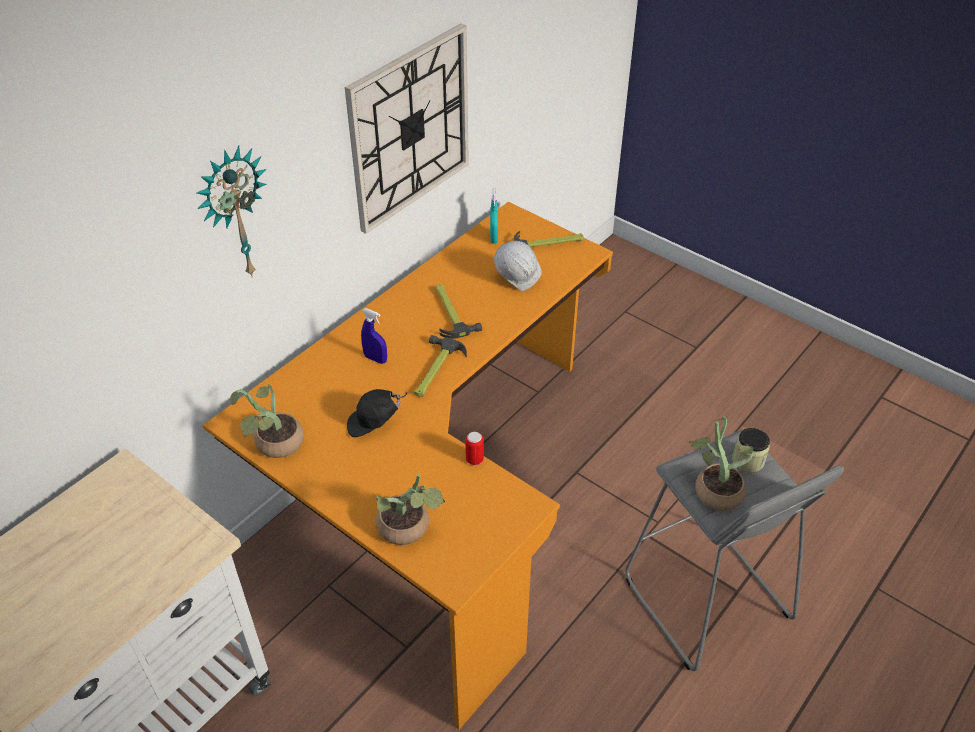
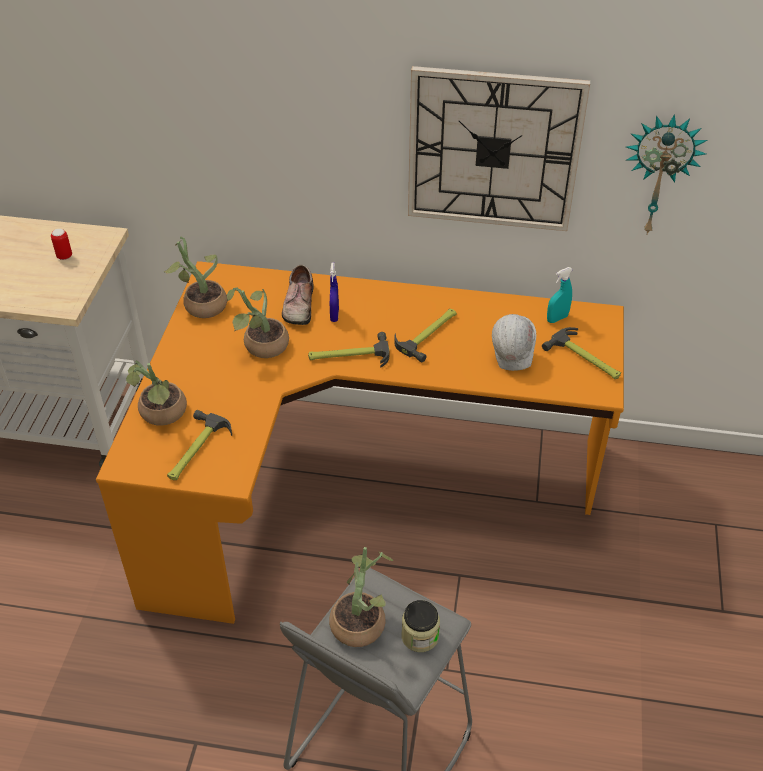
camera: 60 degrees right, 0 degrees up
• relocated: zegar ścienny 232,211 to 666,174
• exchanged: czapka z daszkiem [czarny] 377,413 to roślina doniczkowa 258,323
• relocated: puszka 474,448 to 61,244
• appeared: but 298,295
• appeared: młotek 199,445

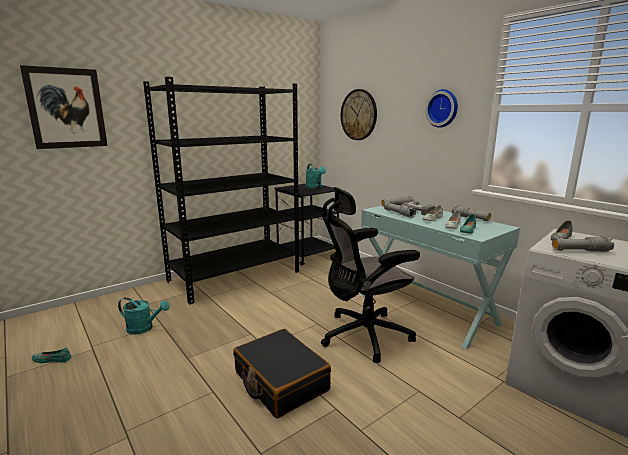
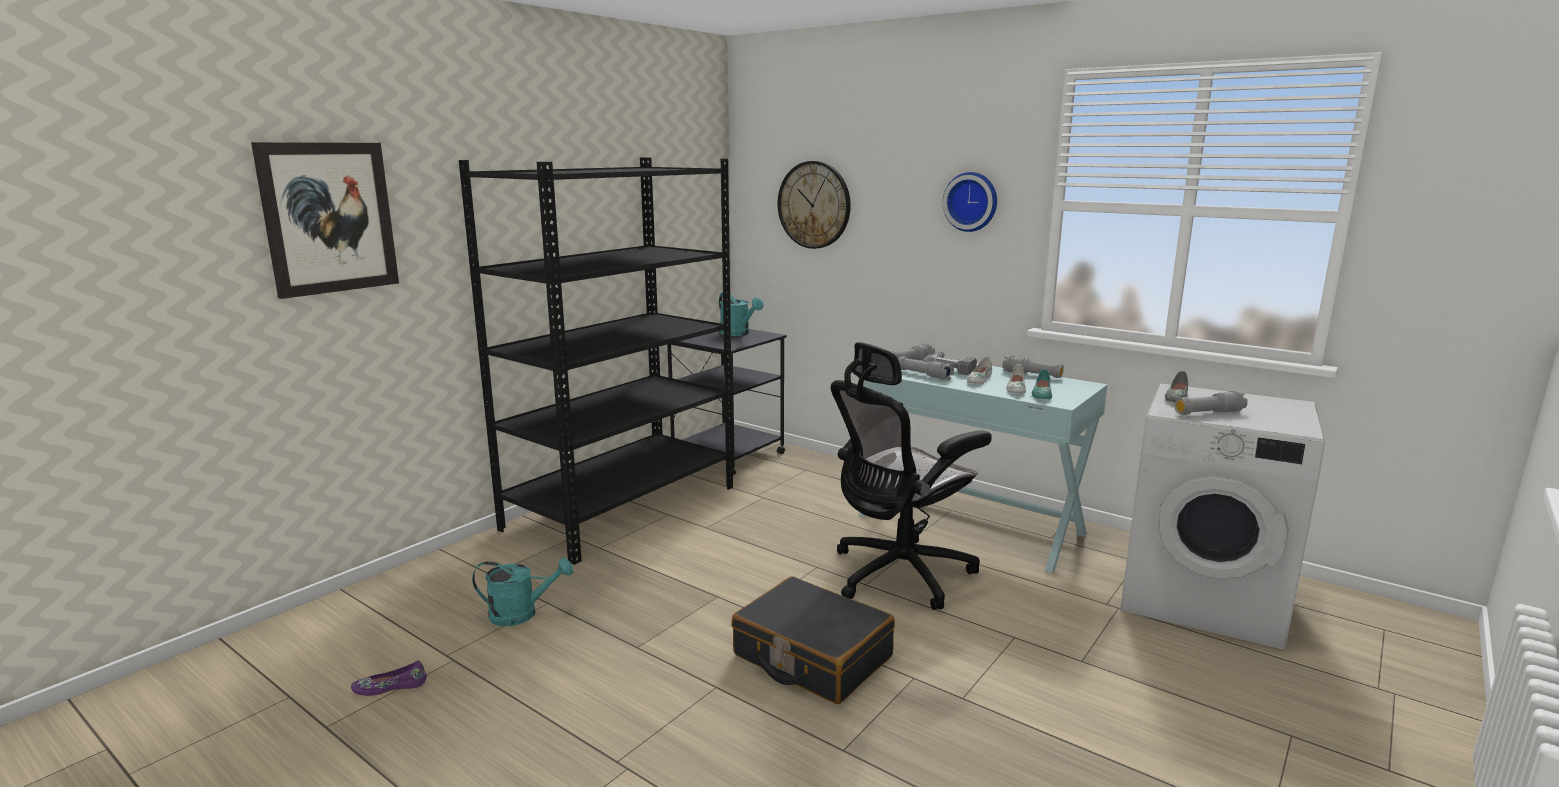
camera: 15 degrees left, 0 degrees up
• colour: but [turkusowy] 51,355 to but [fioletowy] 389,678

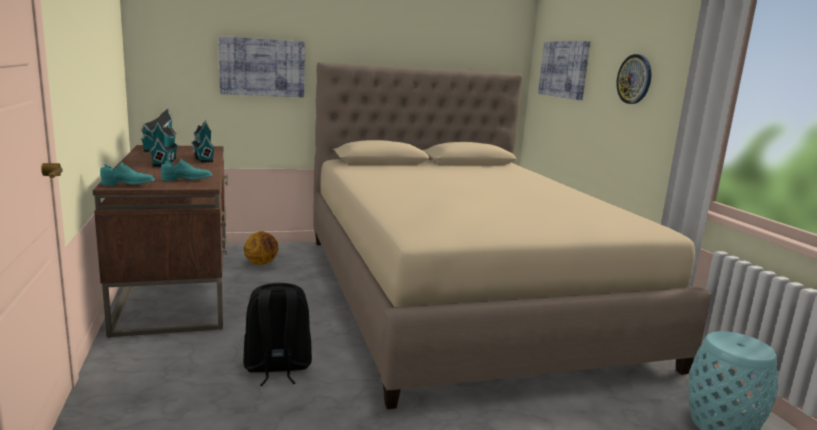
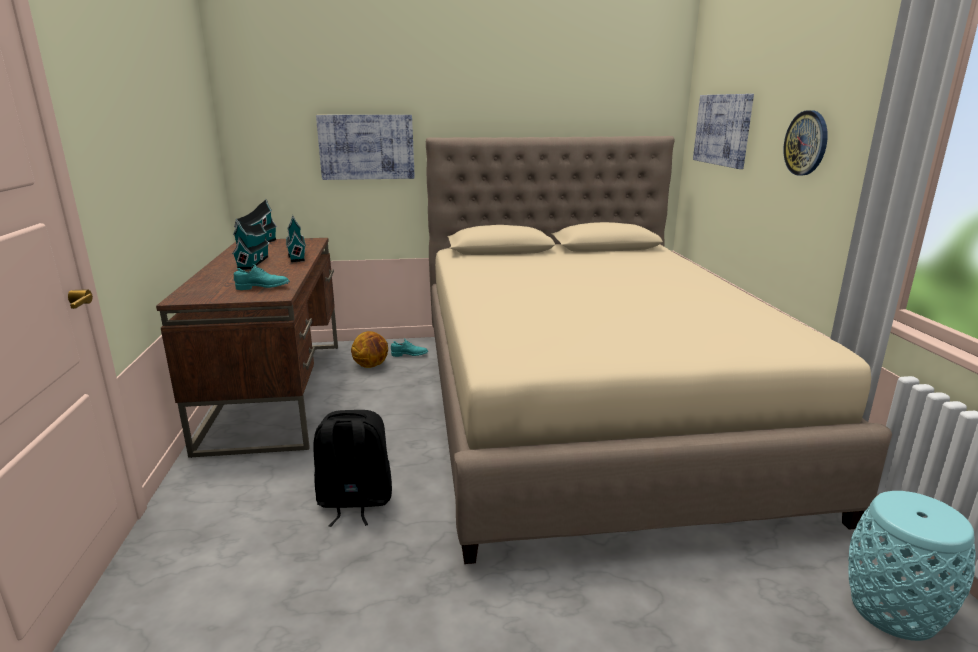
camera: 10 degrees right, 5 degrees up
• relocated: but [turkusowy] 127,173 to 409,348

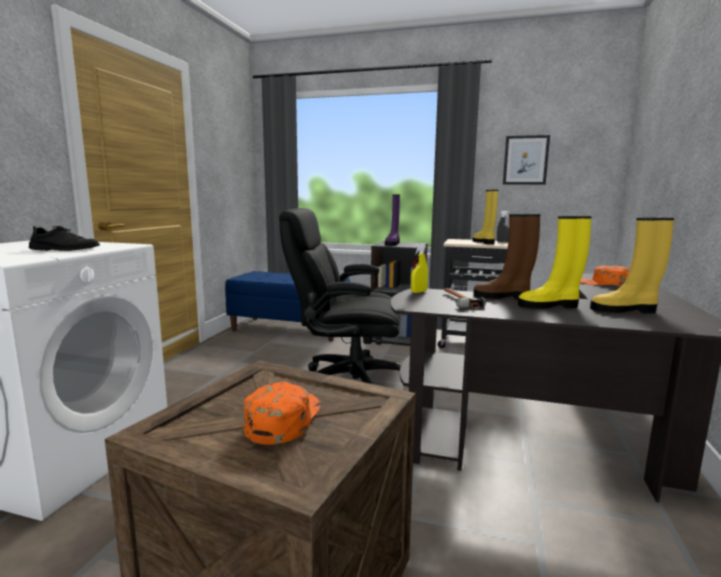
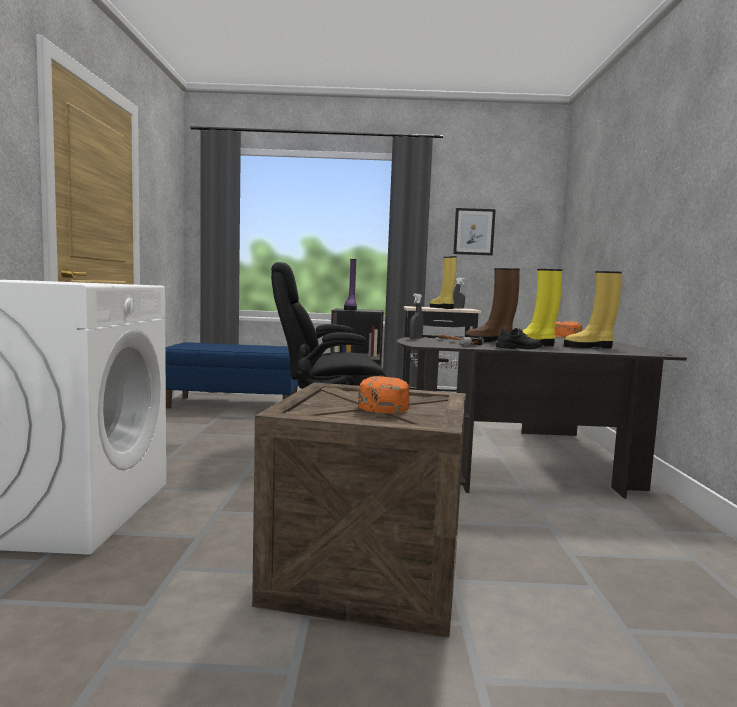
camera: 15 degrees left, 5 degrees down
• relocated: but [czarny] 64,238 to 519,338
• colour: spryskiwacz [żółty] 419,268 to spryskiwacz [szary] 416,316

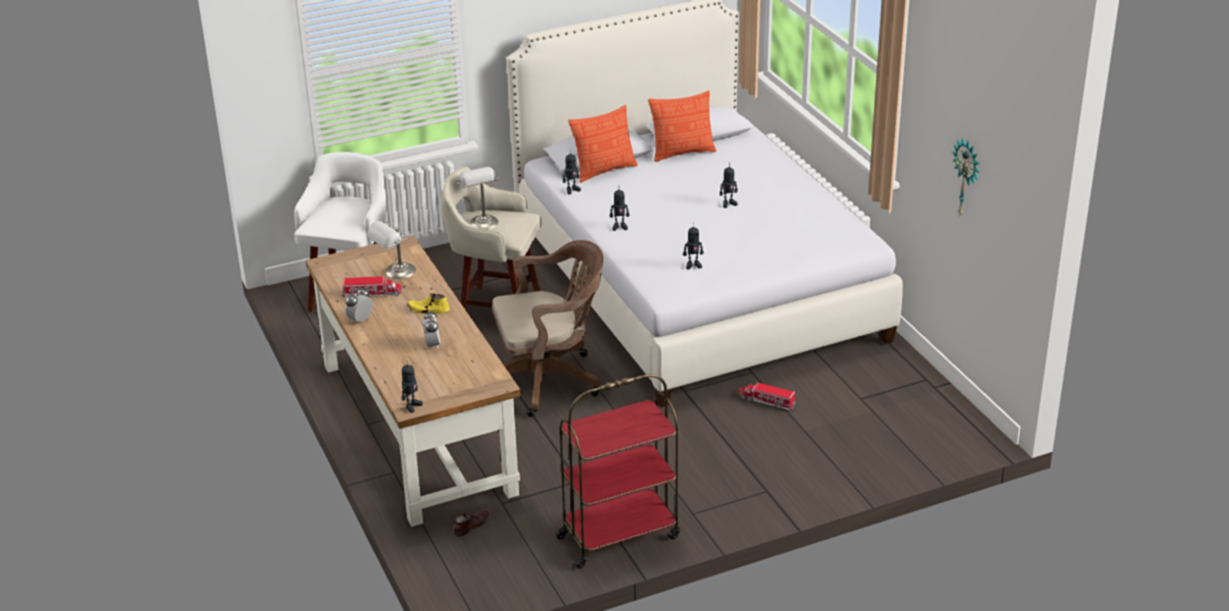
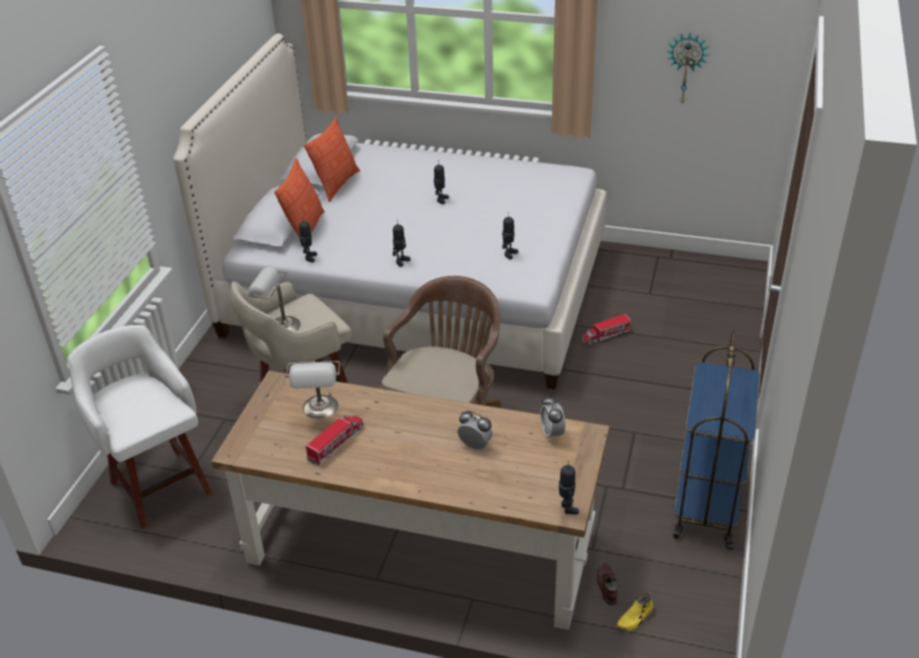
camera: 50 degrees left, 5 degrees up
• relocated: budzik 359,305 to 552,418
• relocated: but [żółty] 428,303 to 634,612
• colour: wózek [czerwony] 618,471 to wózek [niebieski] 716,440

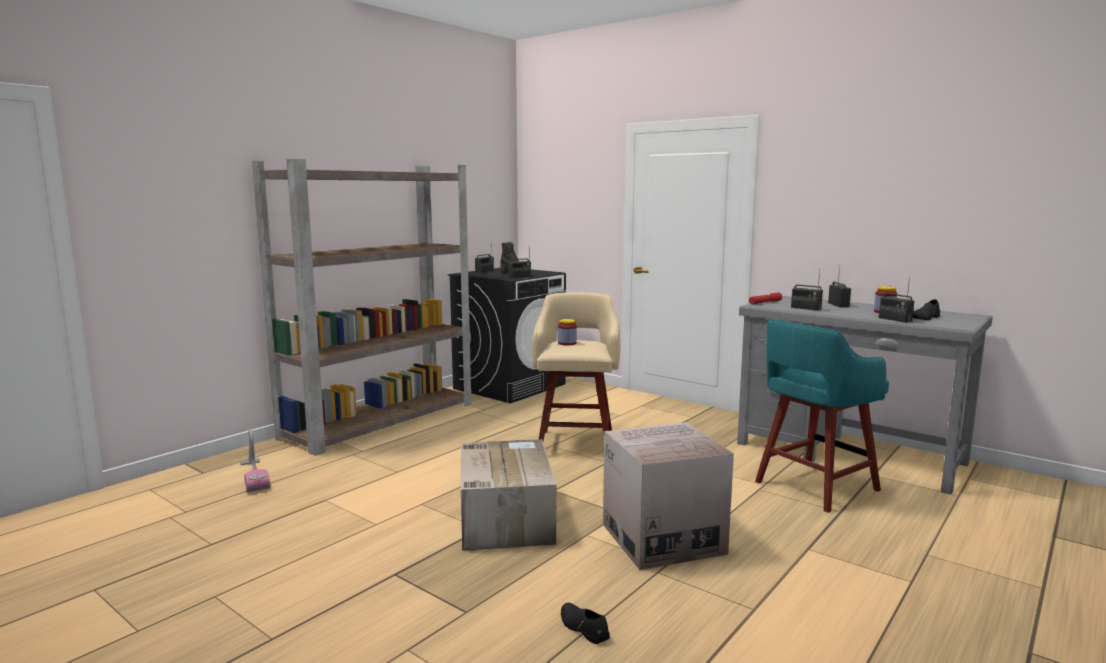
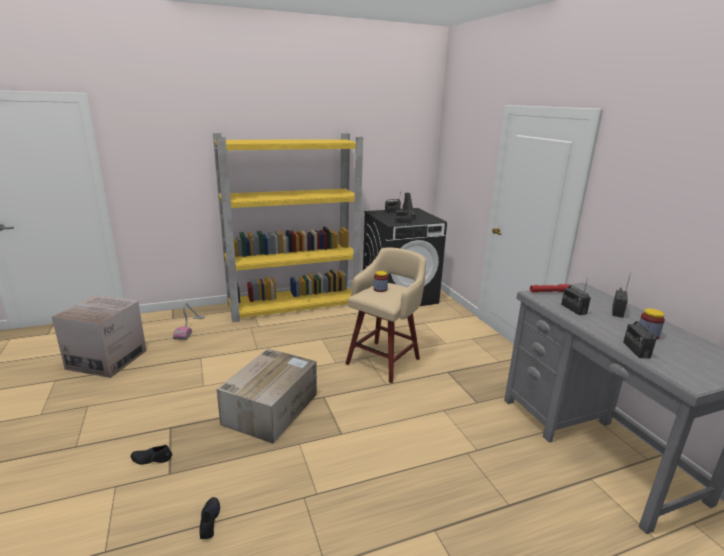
camera: 30 degrees right, 10 degrees up
• colour: regał [brązowy] 361,307 to regał [żółty] 288,227
• relocated: but [czarny] 926,309 to 151,455
• missing: stołek [turkusowy] 822,416
• relocated: karton 668,496 to 99,336

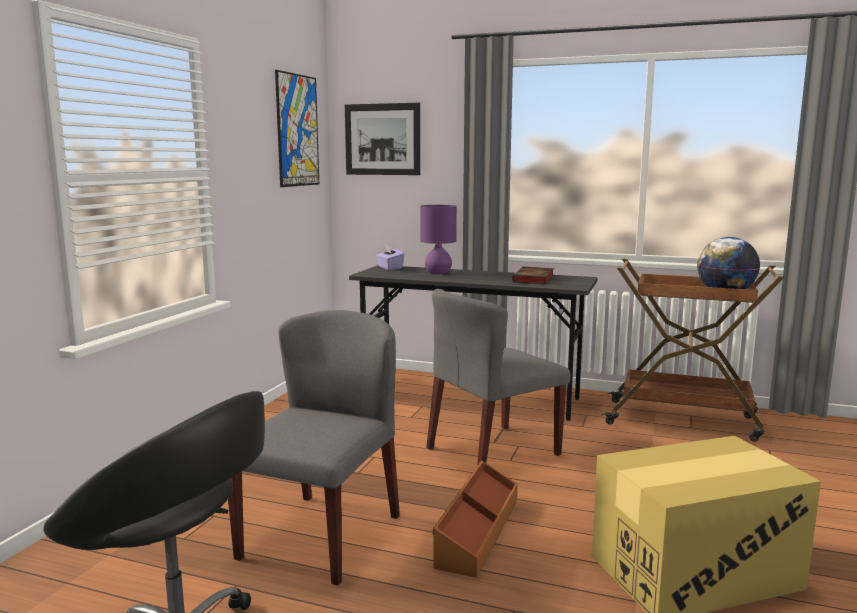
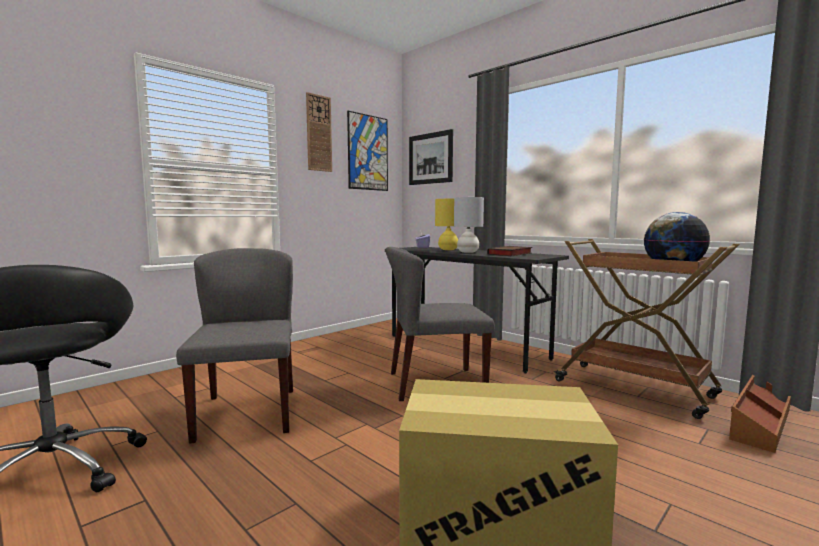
camera: 25 degrees right, 5 degrees down
• colour: lampa stołowa [fioletowy] 438,239 to lampa stołowa [żółty] 446,224
• spun: krzesło [szary] 314,448 = 234,346 60 degrees counterclockwise
• relocated: pojemnik do przechowywania [brązowy] 475,519 to 760,414
• appeared: zegar ścienny 319,132
• appeared: lampa stołowa [szary] 469,225

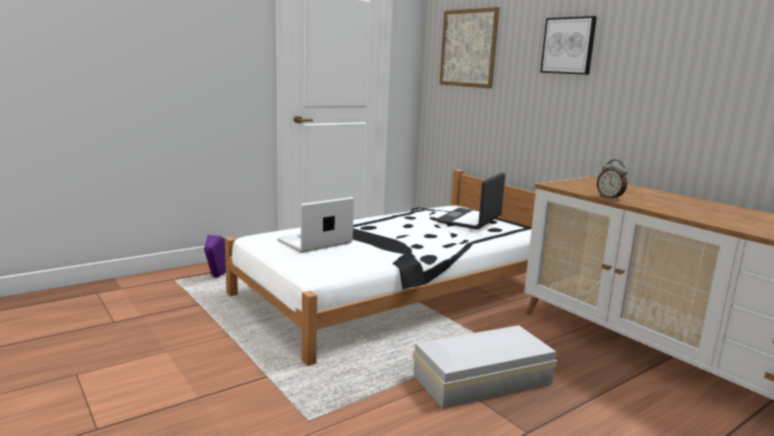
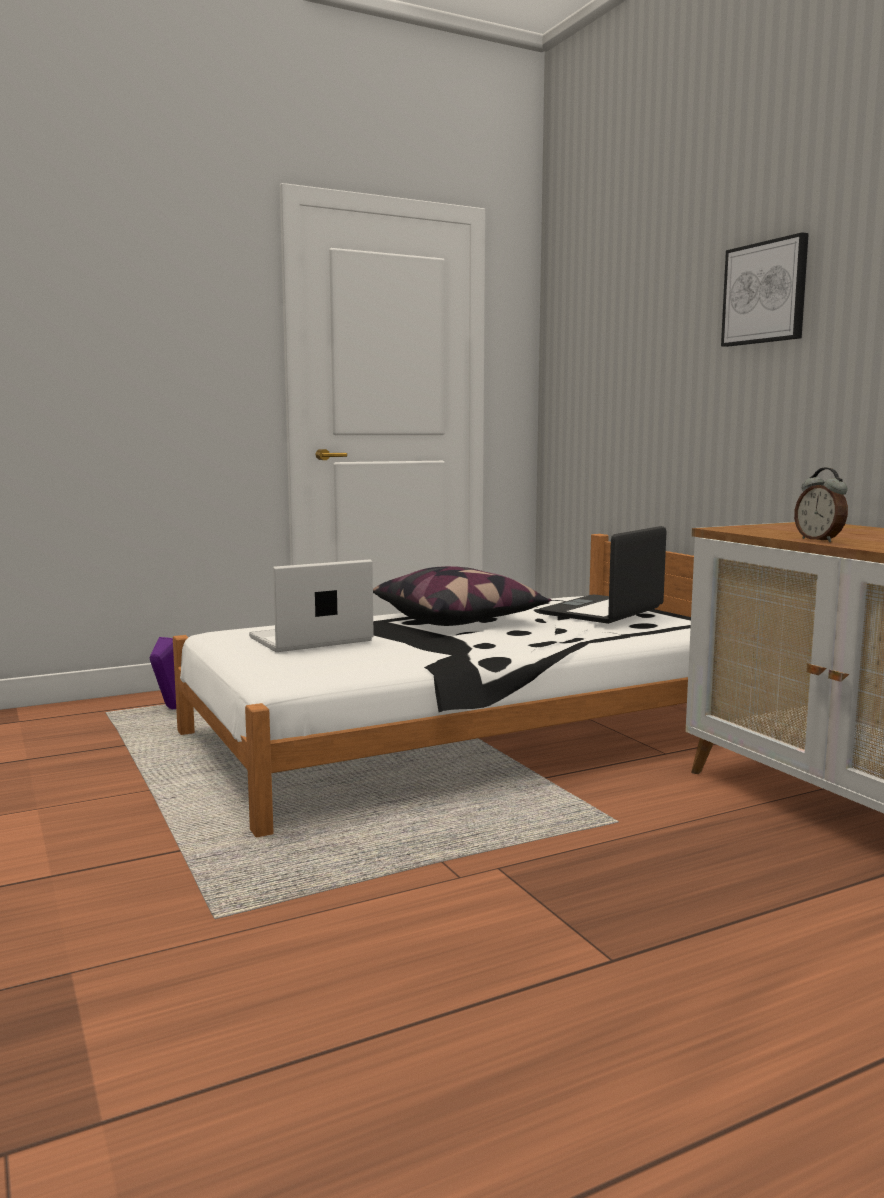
camera: 10 degrees right, 5 degrees down
• missing: obraz 469,48
• missing: pojemnik do przechowywania [biały] 485,367
• appeared: poduszka 462,596

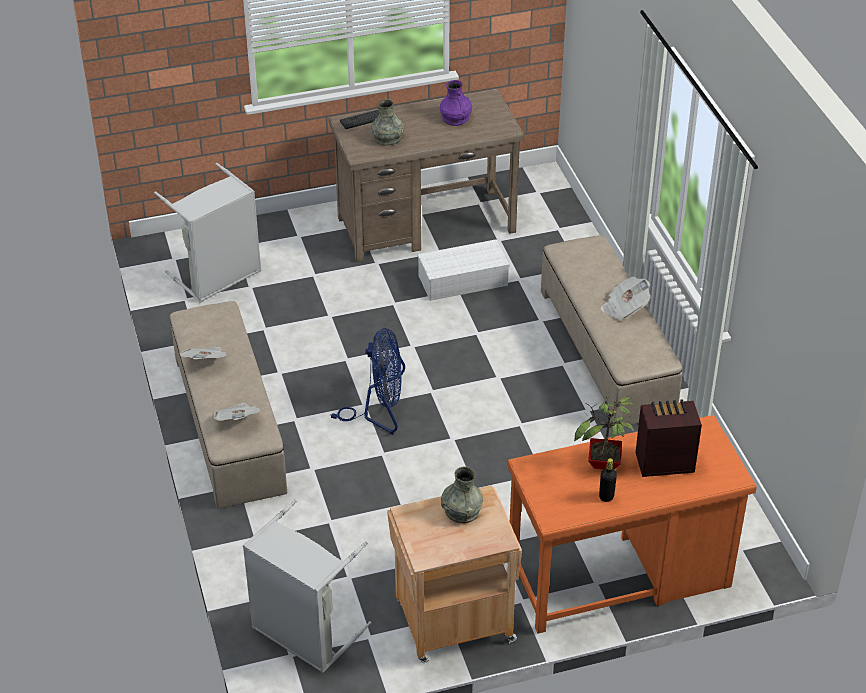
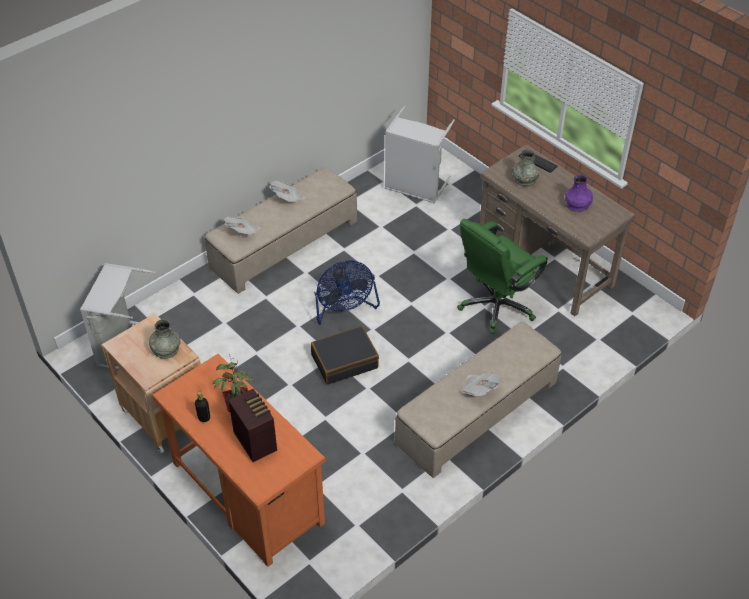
camera: 65 degrees right, 5 degrees up
• exchanged: pojemnik do przechowywania [biały] 463,270 to krzesło biurowe [zielony] 502,276
• appeared: walizka [czarny] 345,355

